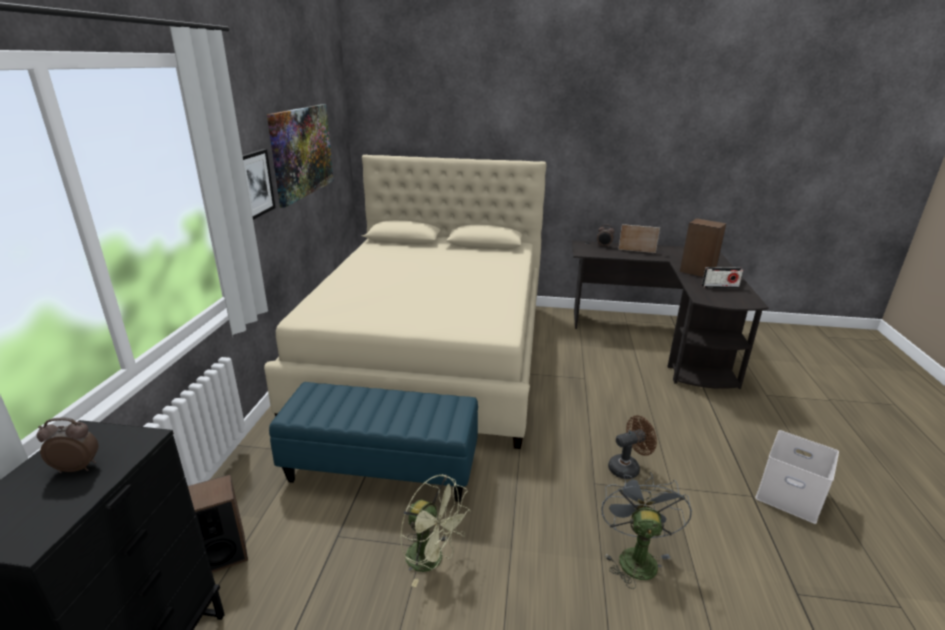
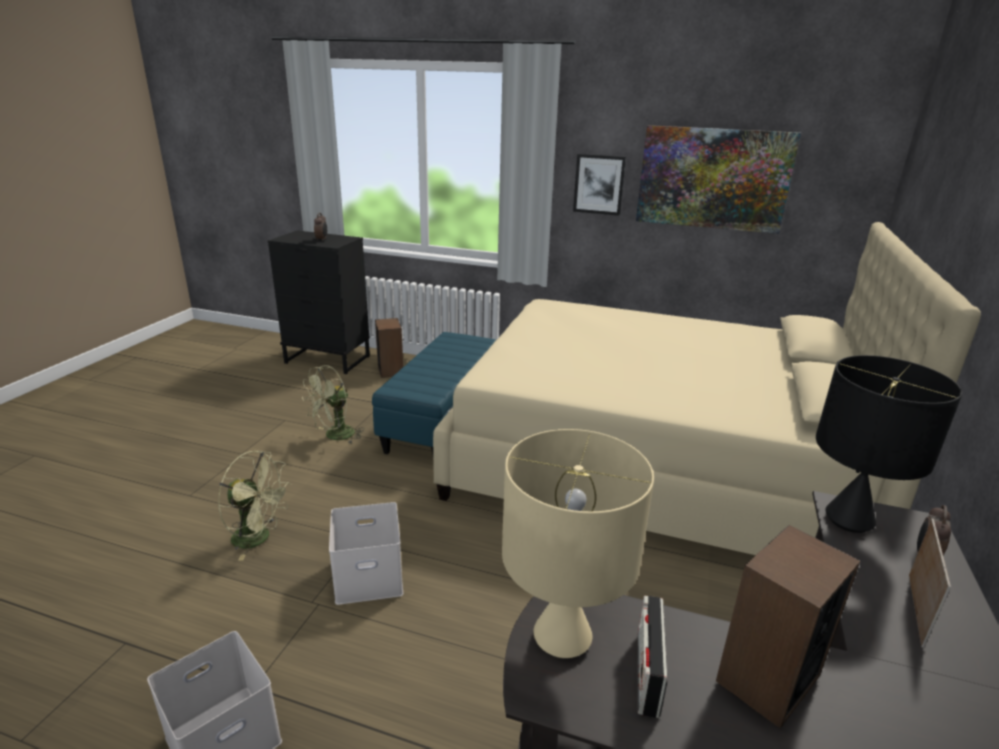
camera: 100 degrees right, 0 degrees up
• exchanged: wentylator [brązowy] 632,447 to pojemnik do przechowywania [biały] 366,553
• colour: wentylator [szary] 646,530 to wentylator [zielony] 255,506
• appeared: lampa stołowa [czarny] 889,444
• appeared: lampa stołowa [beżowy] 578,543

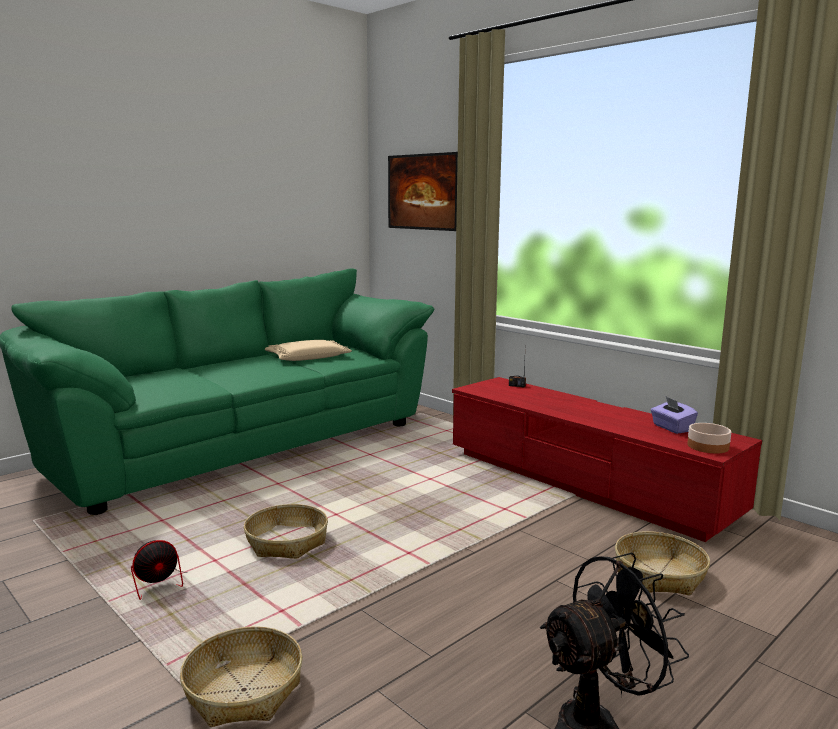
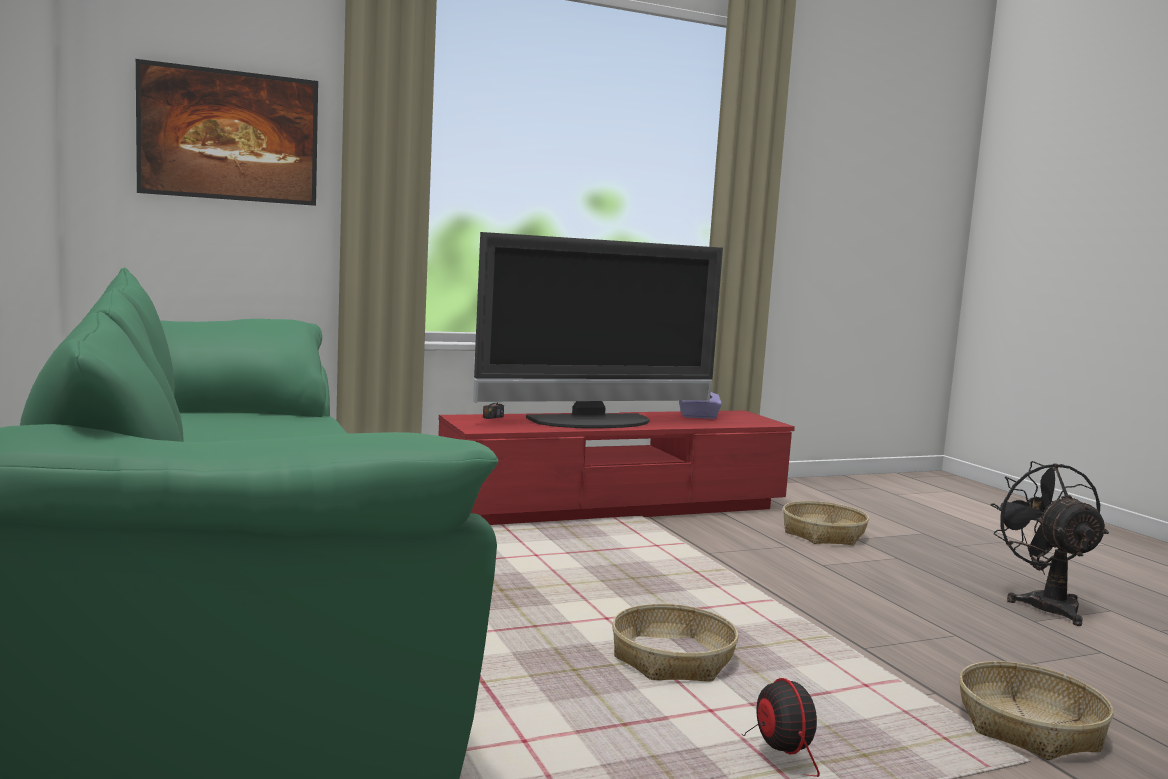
camera: 70 degrees left, 5 degrees down
• missing: poduszka [beżowy] 308,350
• missing: miska 709,438
• appeared: telewizor 598,330

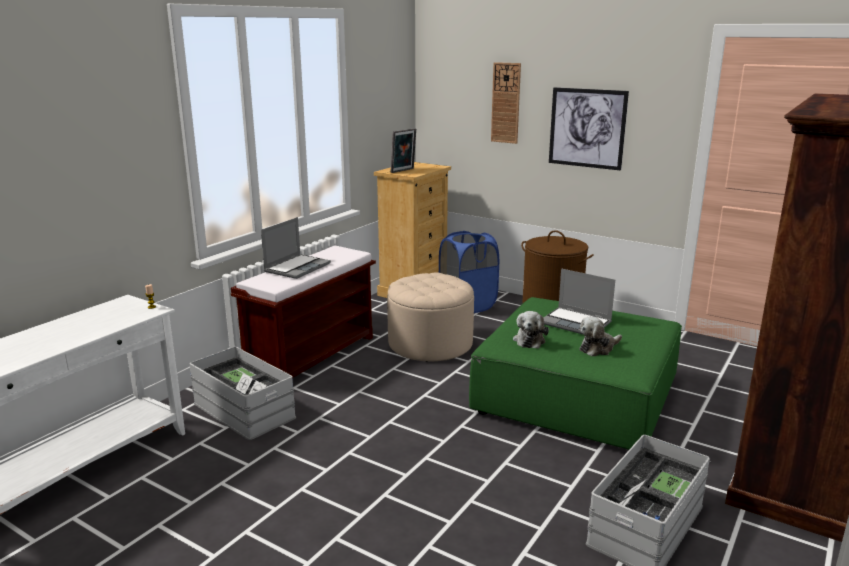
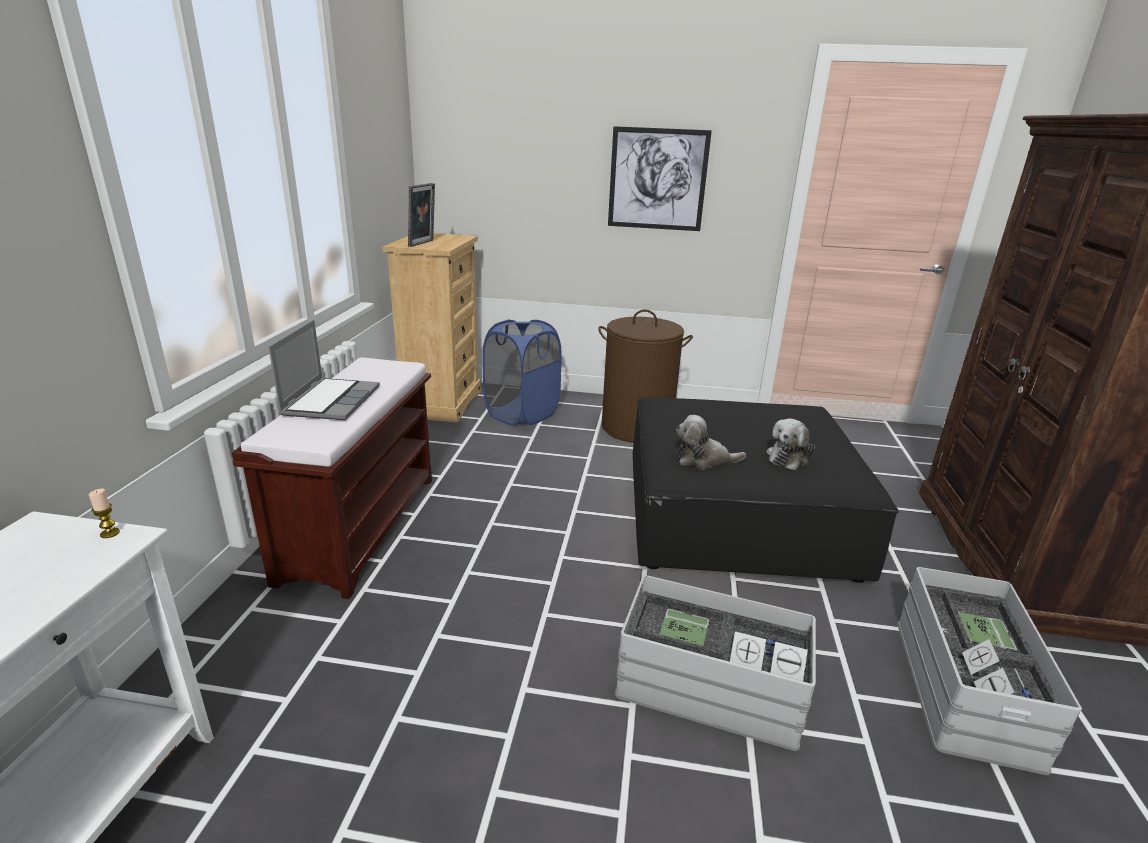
camera: 25 degrees left, 5 degrees up
• missing: zegar ścienny 506,103
• missing: laptop 579,301
• missing: pufa [beżowy] 430,317
• colour: pufa [zielony] 575,374 to pufa [czarny] 766,490
• spun: pluszak 531,330 = 711,442 105 degrees clockwise
• relocated: pojemnik do przechowywania [szary] 242,393 to 715,663

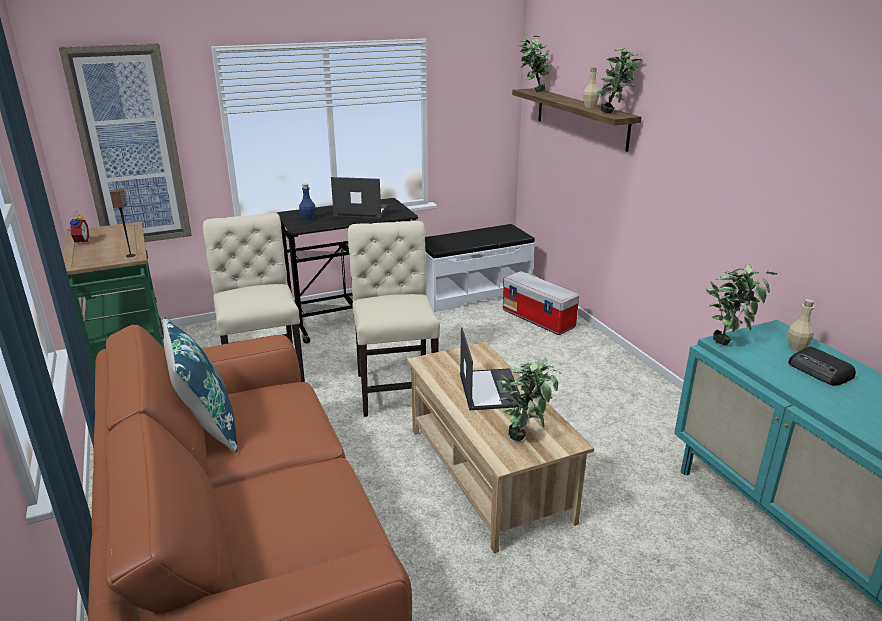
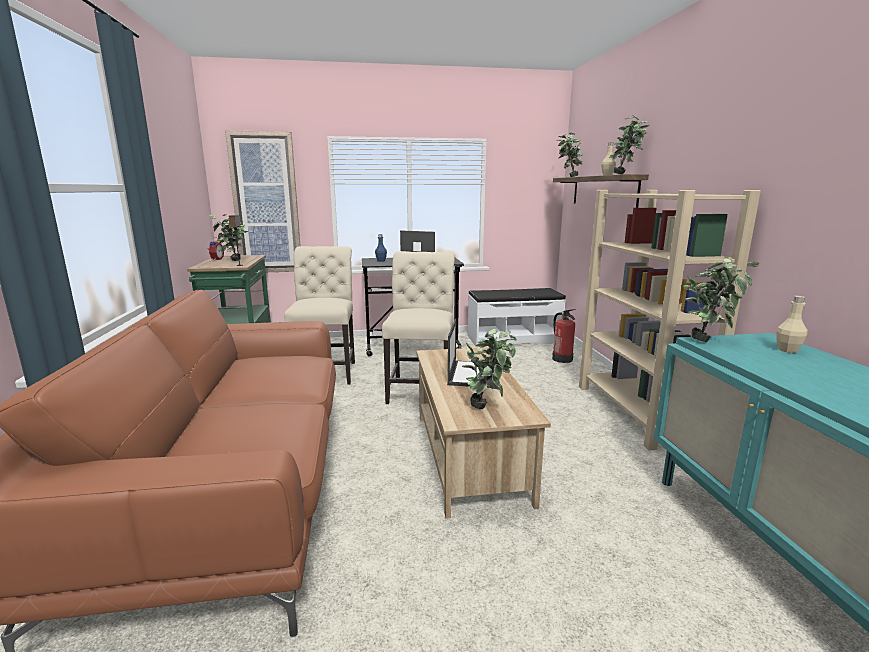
camera: 15 degrees right, 10 degrees down
• exchanged: pojemnik do przechowywania 541,303 to gaśnica 564,336
• missing: poduszka [niebieski] 200,385
• missing: radio 822,366
• appeared: regał [beżowy] 670,320
• appeared: roślina doniczkowa 228,237

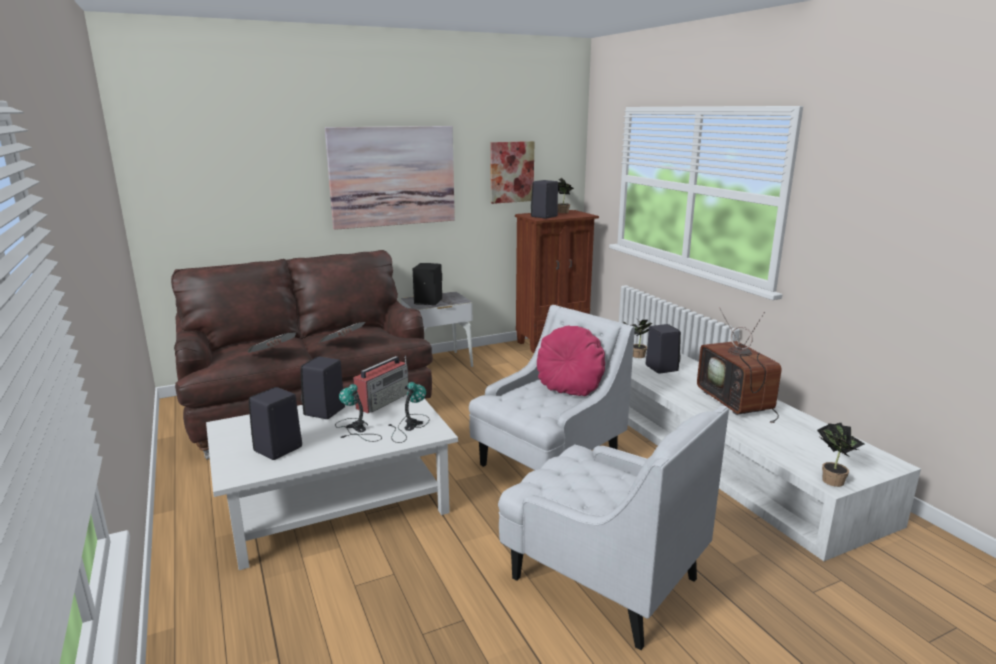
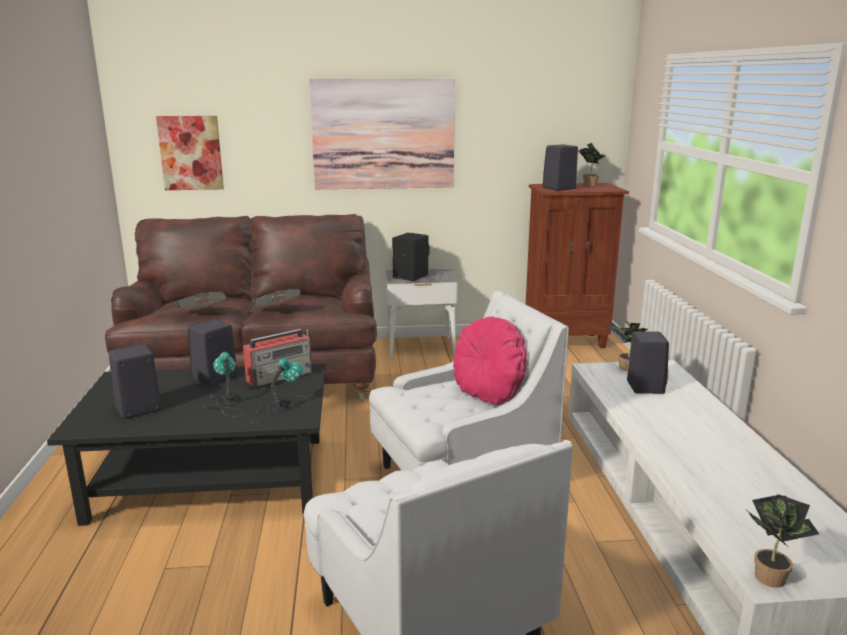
camera: 20 degrees right, 0 degrees up
• relocated: obraz 512,172 to 190,153
• missing: telewizor 739,365
• colour: ława [biały] 332,482 to ława [czarny] 186,445

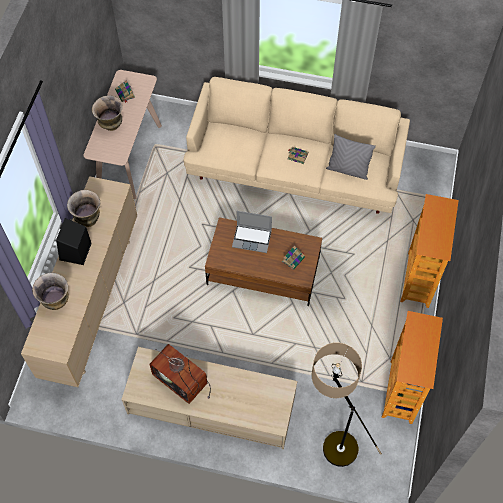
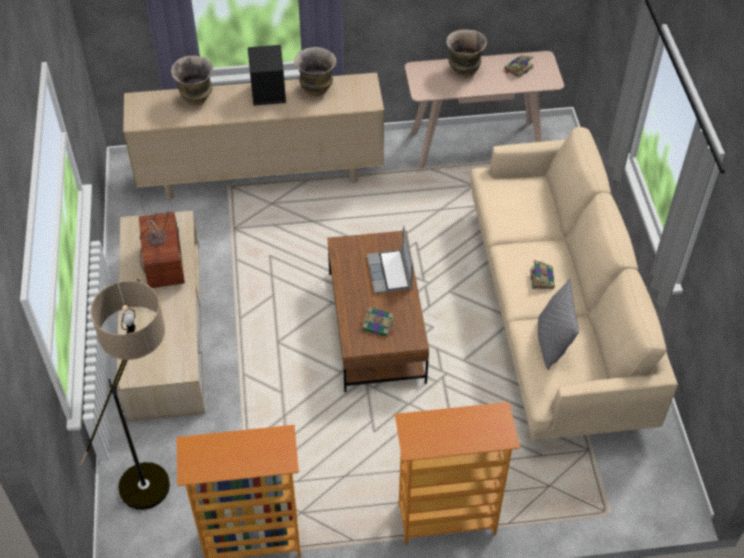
camera: 70 degrees right, 10 degrees down
• spun: telewizor 180,374 = 161,245 150 degrees clockwise

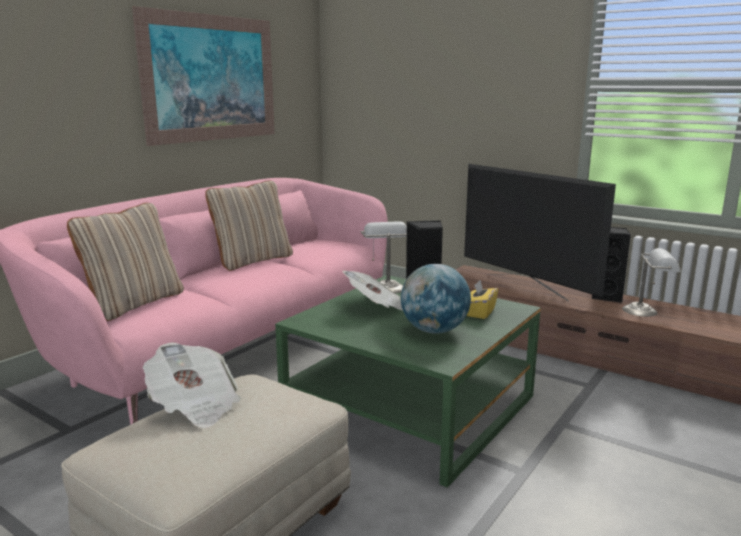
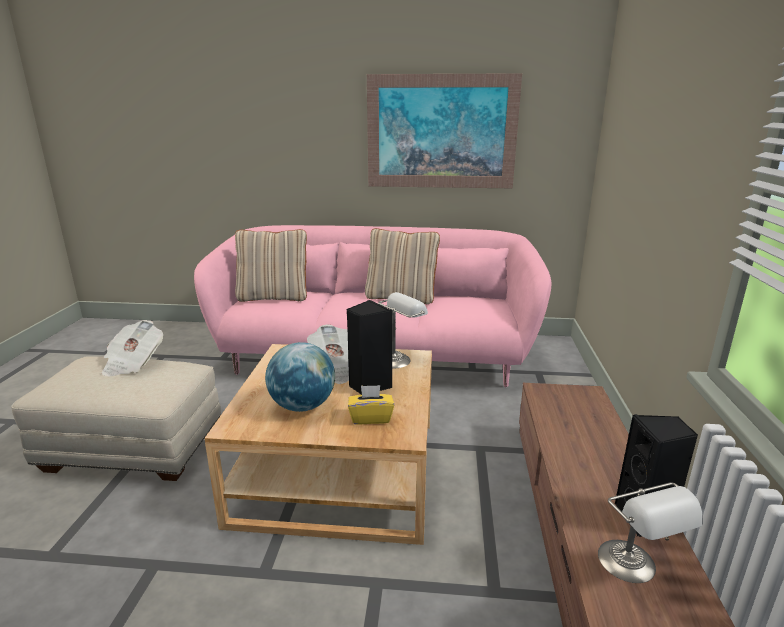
camera: 60 degrees right, 5 degrees up
• missing: telewizor 540,233
• colour: ława [zielony] 408,381 to ława [beżowy] 318,444

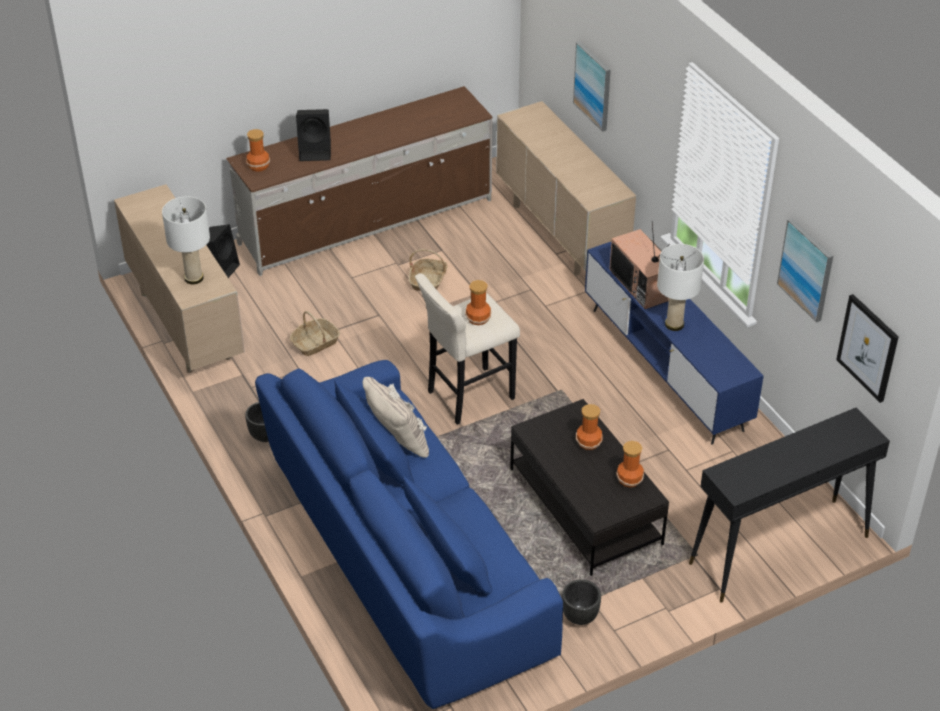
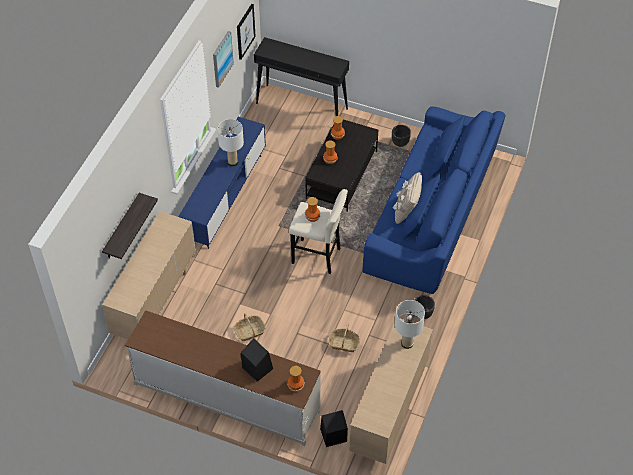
camera: 130 degrees left, 10 degrees up
• exchanged: obraz 592,86 to półka 130,226
• missing: telewizor 639,265

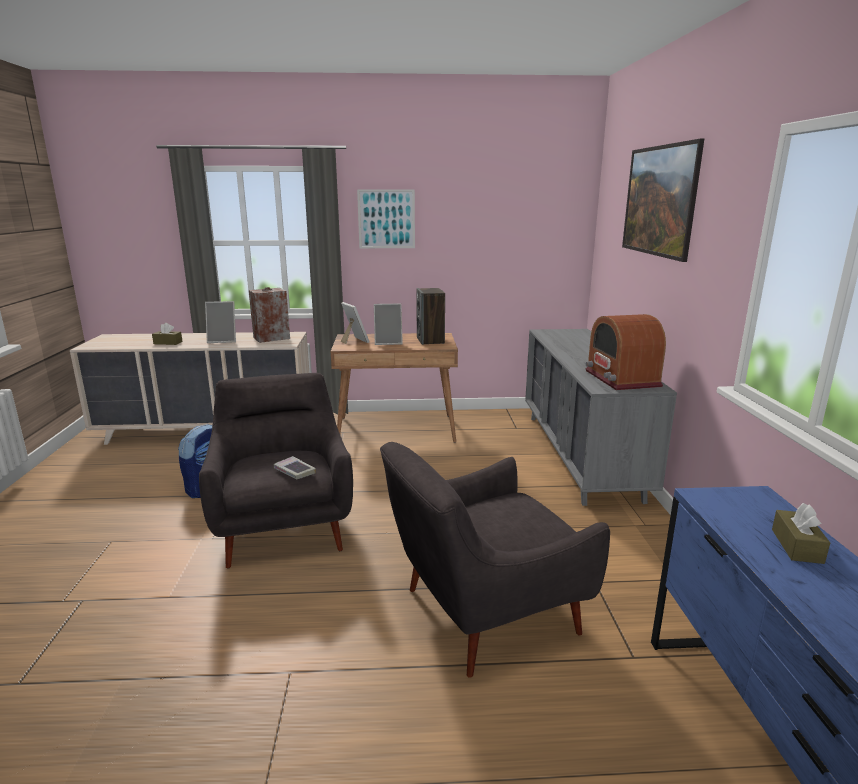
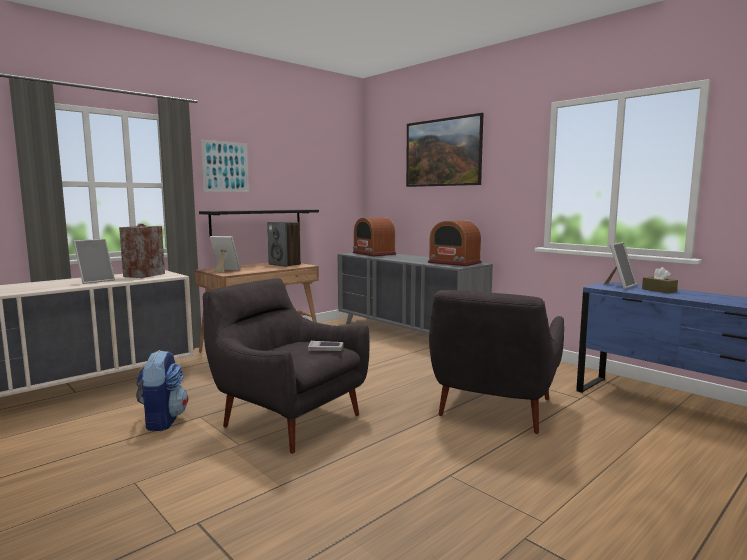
camera: 40 degrees left, 10 degrees down
• relocated: ramka na zdjęcie 388,324 to 620,265
• missing: pudełko chusteczek [brązowy] 167,334
• appeared: półka [czarny] 259,222
• appeared: radio 375,236

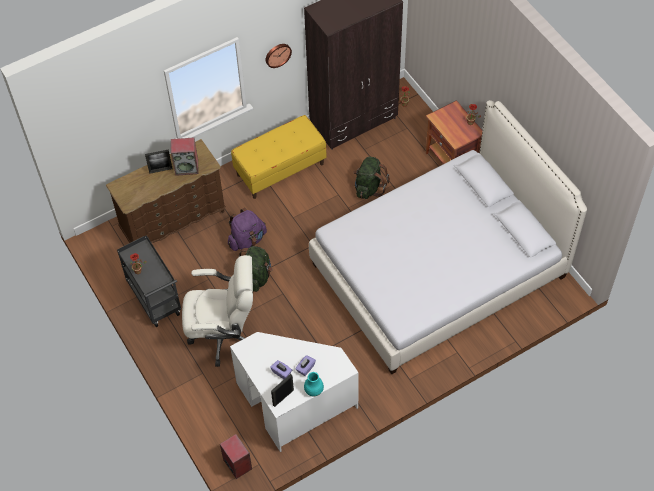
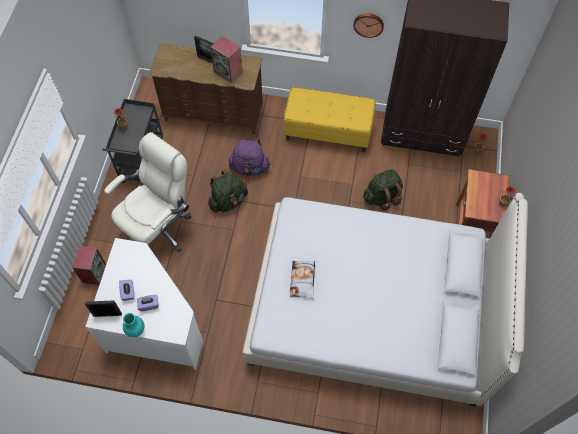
camera: 40 degrees right, 5 degrees up
• spun: krzesło biurowe [biały] 217,311 = 147,192 90 degrees counterclockwise
• relocated: głośnik 236,456 to 89,265
• appeared: poduszka 302,280

